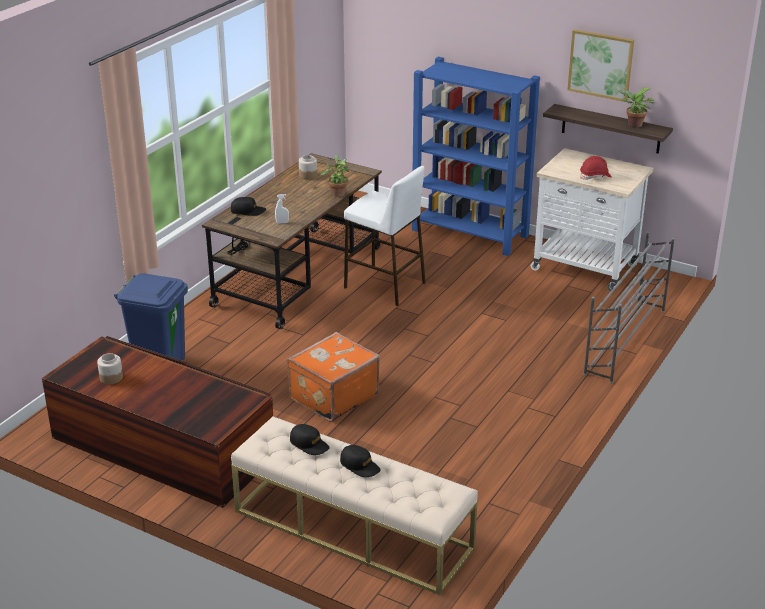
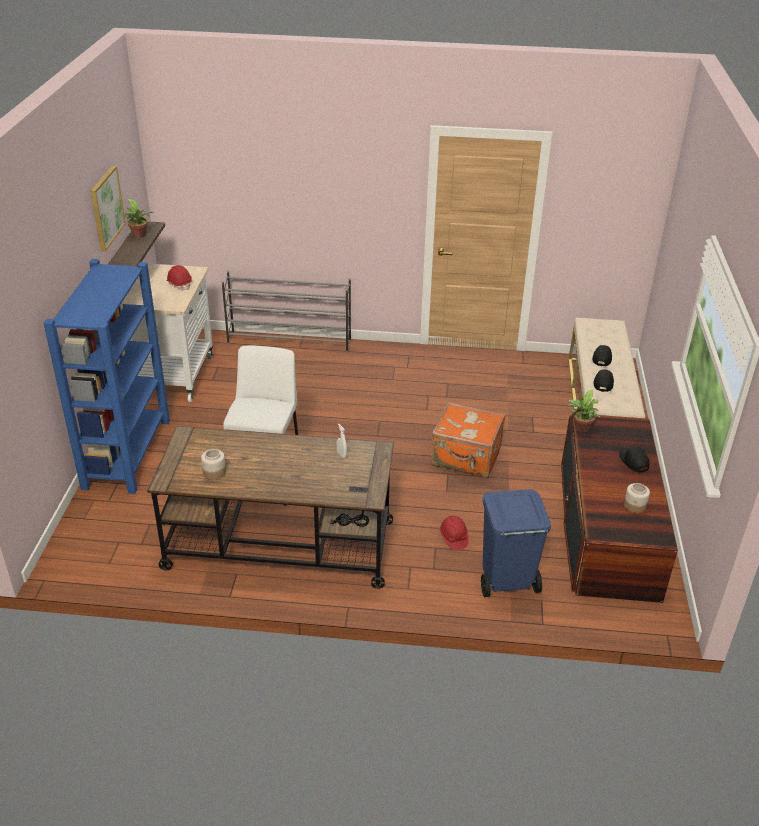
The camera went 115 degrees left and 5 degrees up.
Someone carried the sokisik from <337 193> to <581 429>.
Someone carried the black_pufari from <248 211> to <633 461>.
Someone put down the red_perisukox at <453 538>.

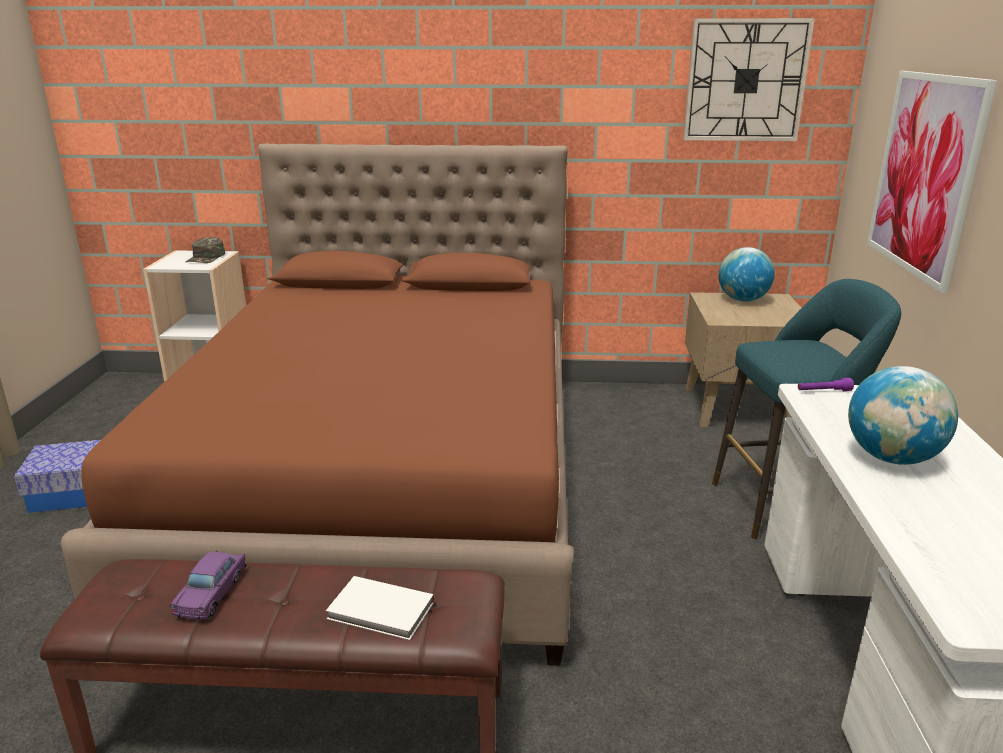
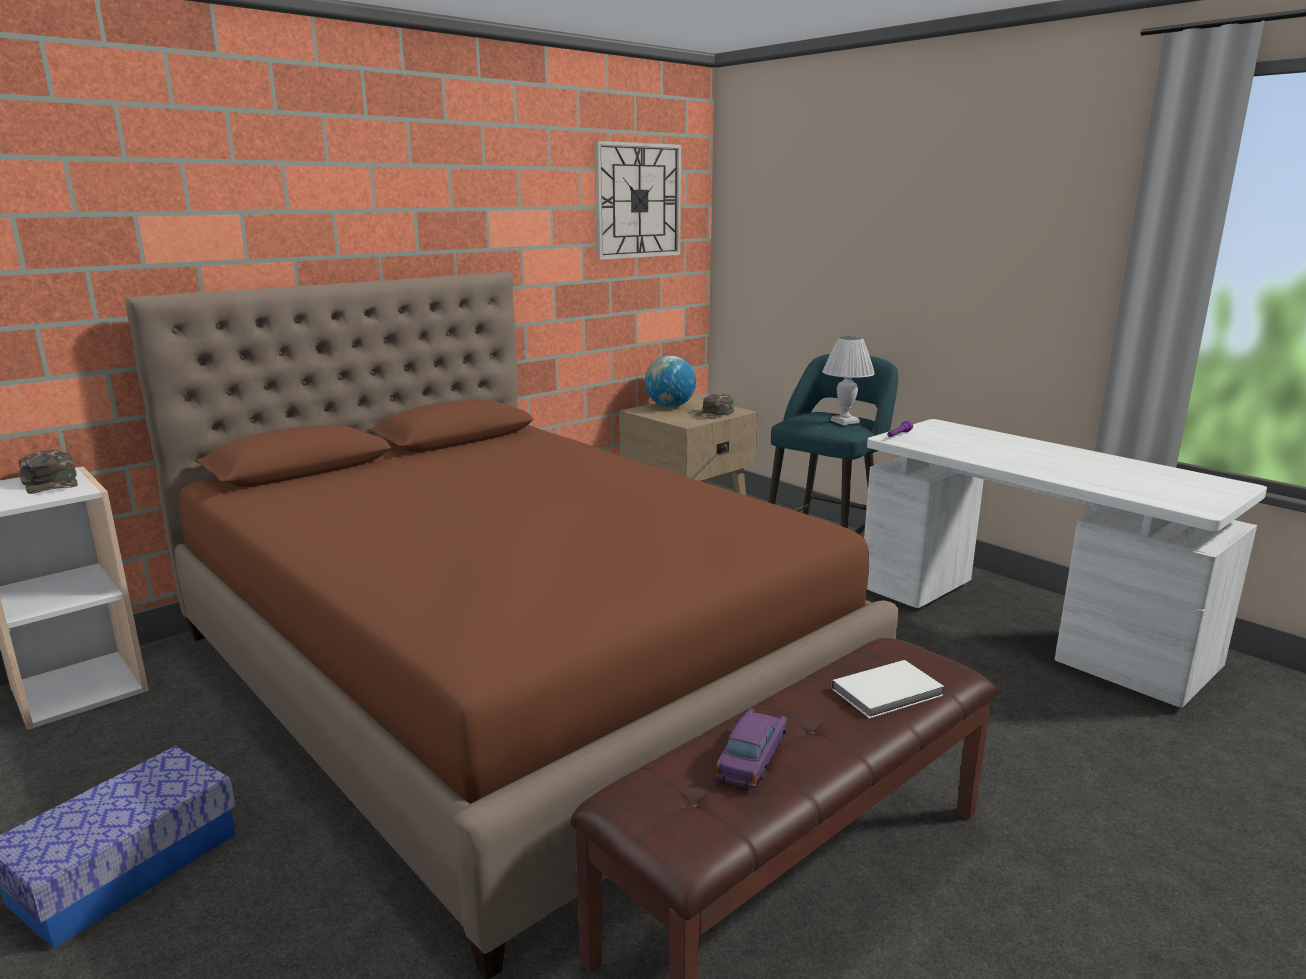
The camera went 45 degrees left and 5 degrees down.
Someone took away the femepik at <924 175>.
Someone took away the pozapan at <892 458>.
Someone rotated the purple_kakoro at <212 593> by 120 degrees counterclockwise.
Someone put down the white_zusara at <844 421>.
Someone put down the green_pufari at <714 414>.

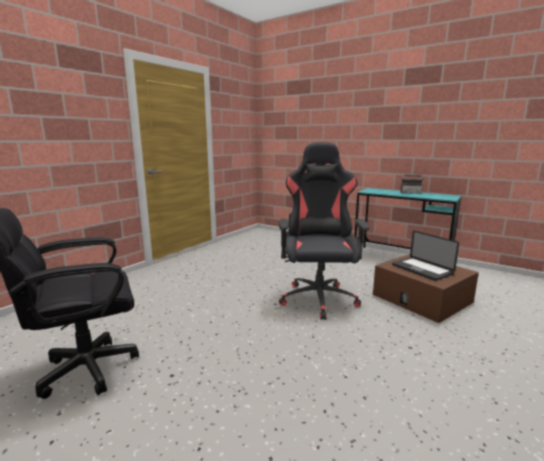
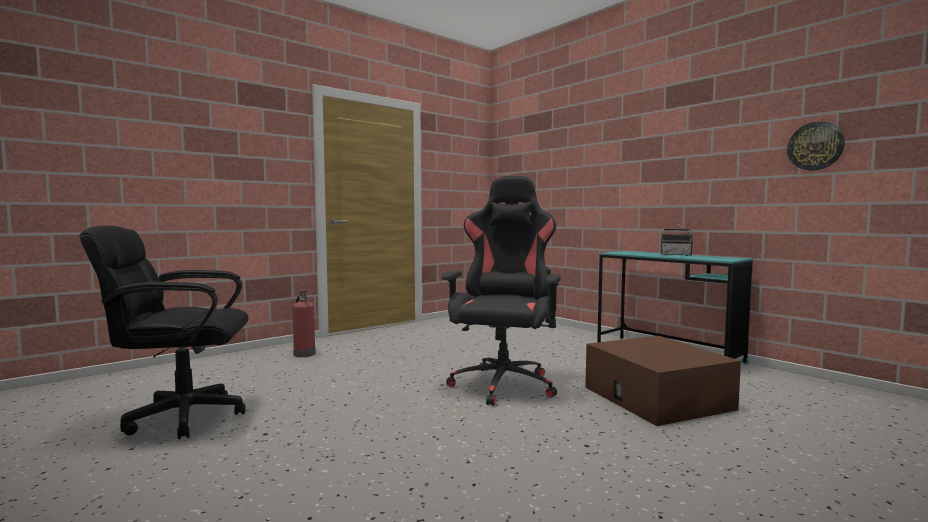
The camera went 15 degrees right and 10 degrees down.
Someone took away the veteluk at <421 269>.
Someone put up the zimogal at <815 146>.
Someone put down the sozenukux at <304 354>.

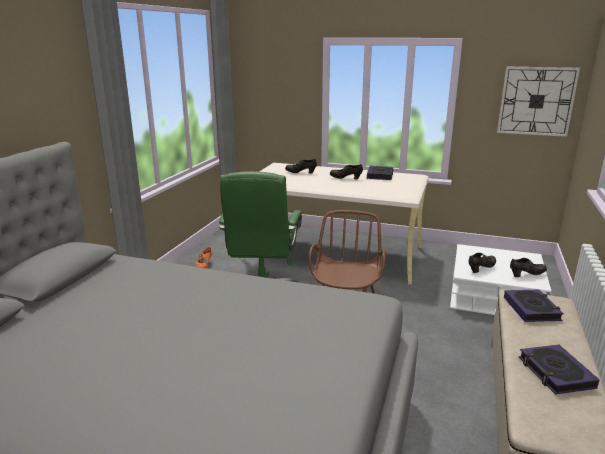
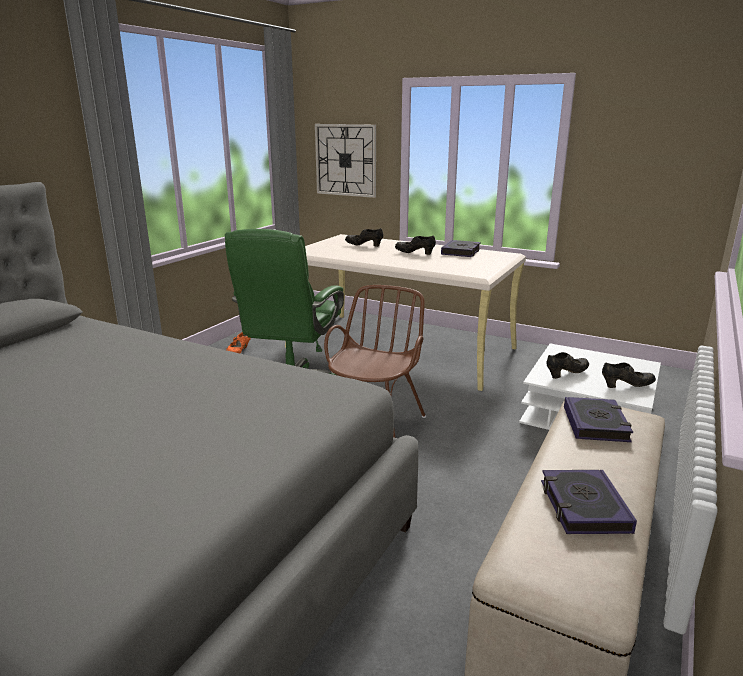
The camera went 10 degrees right and 0 degrees up.
Someone carried the zimogal from <536 101> to <346 160>.

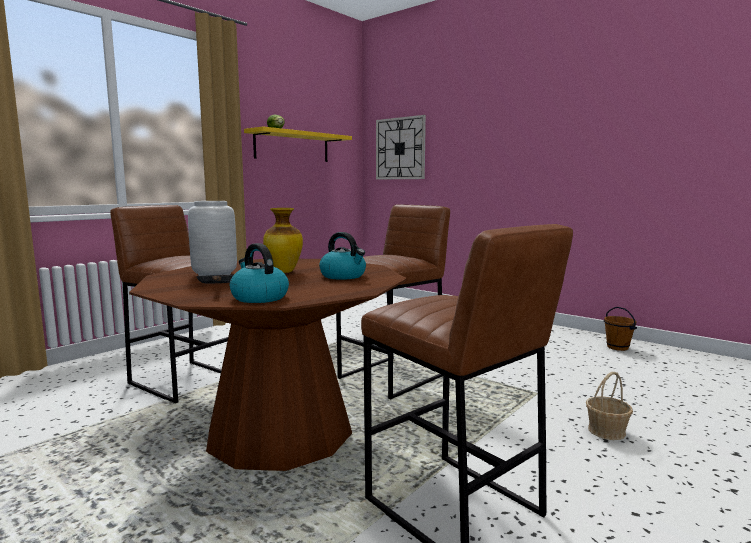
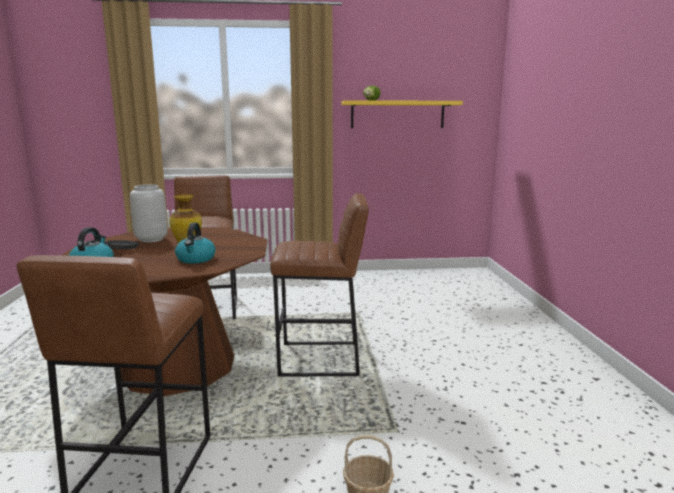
The camera went 45 degrees right and 5 degrees up.
Someone took away the zimogal at <400 148>.
Someone took away the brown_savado at <618 347>.

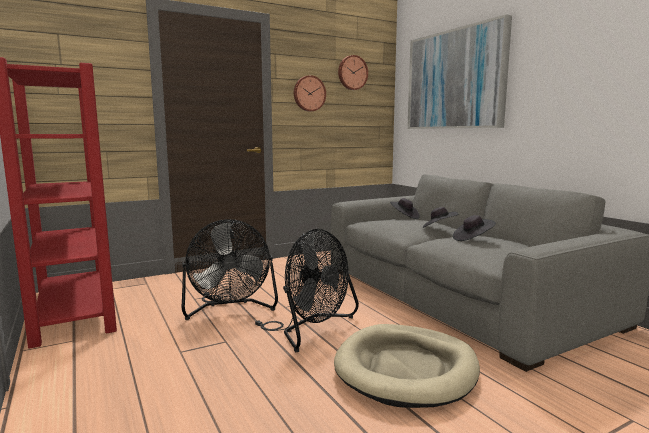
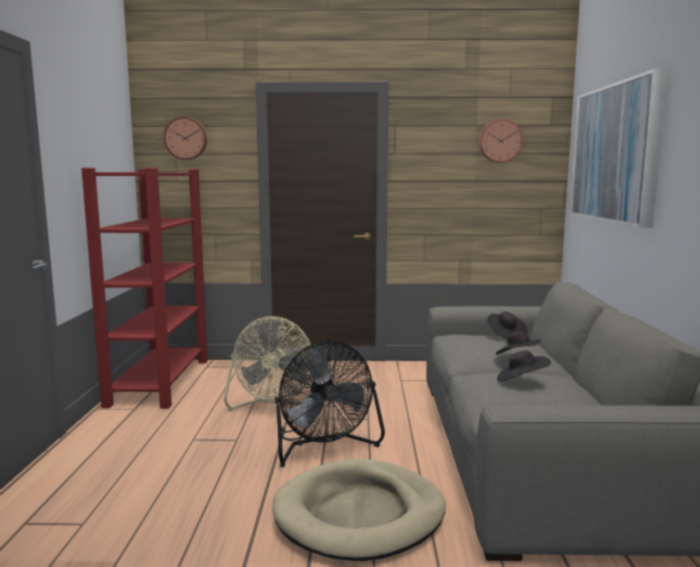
The camera went 30 degrees right and 0 degrees up.
Someone carried the zimogal from <309 93> to <186 138>.
Someone repainted the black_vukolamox at <226 308>, which became the beige_vukolamox at <274 407>.

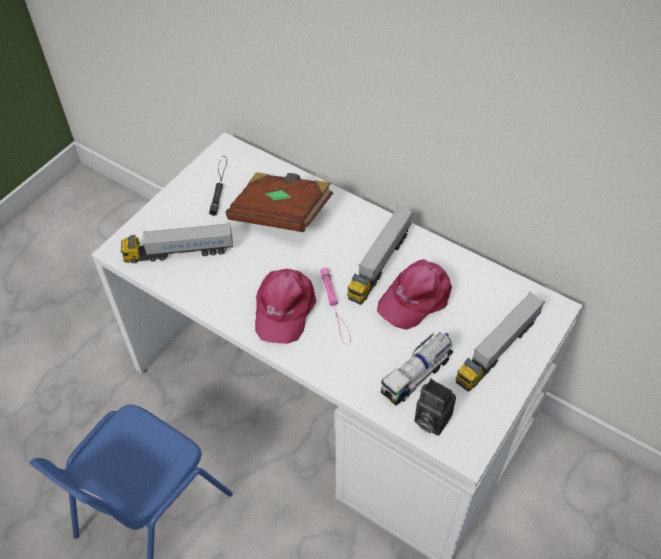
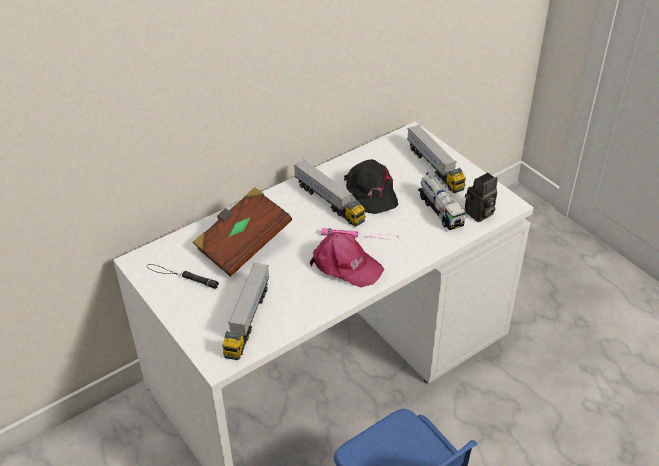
The camera went 70 degrees left and 10 degrees down.
Someone repainted the pink_pufari at <416 297>, which became the black_pufari at <371 192>.

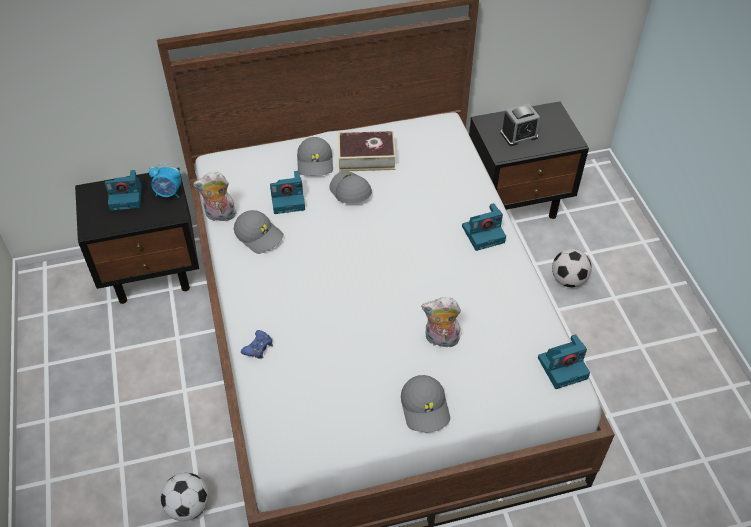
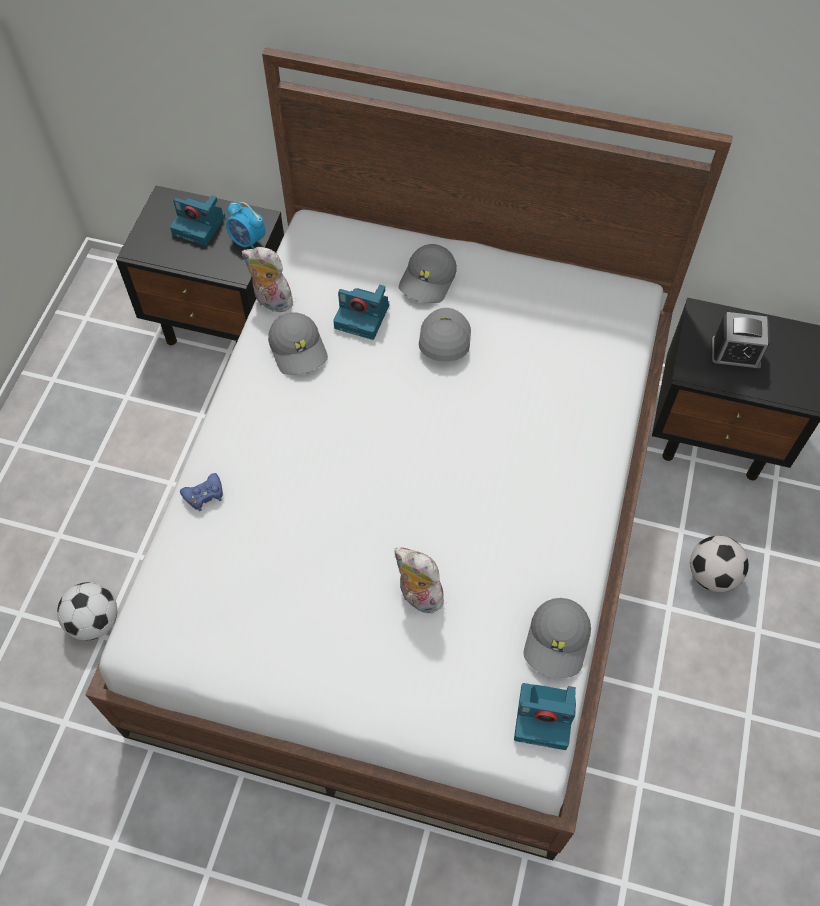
The camera went 30 degrees right and 10 degrees up.
Someone took away the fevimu at <366 157>.
Someone took away the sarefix at <484 233>.
Someone carried the grey_pufari from <426 408> to <558 642>.

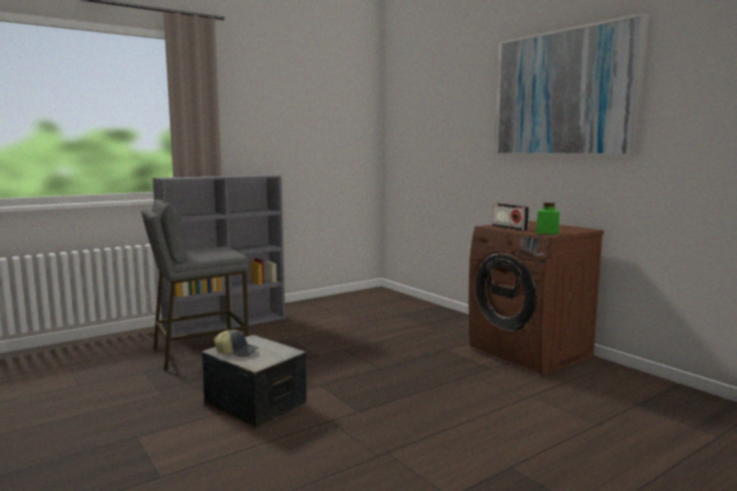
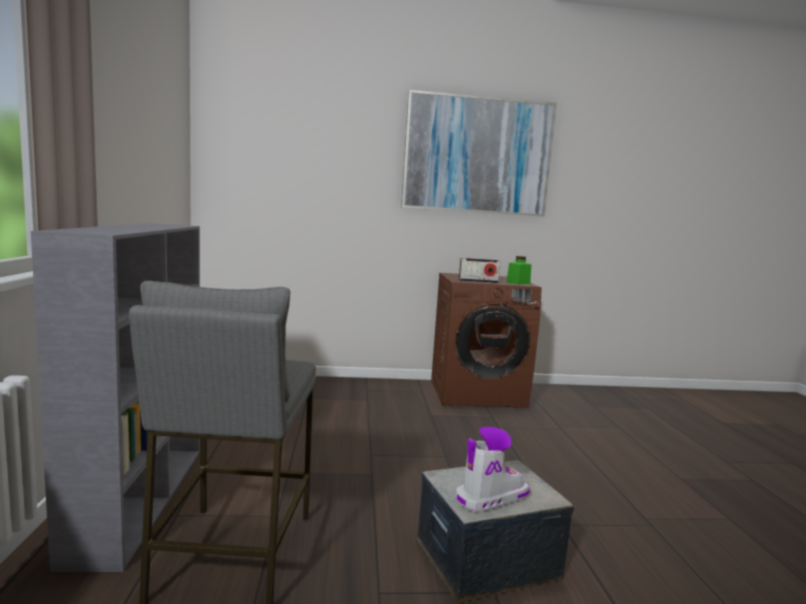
The camera went 60 degrees left and 0 degrees up.
Someone swapped the pufari at <237 352> for the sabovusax at <490 497>.

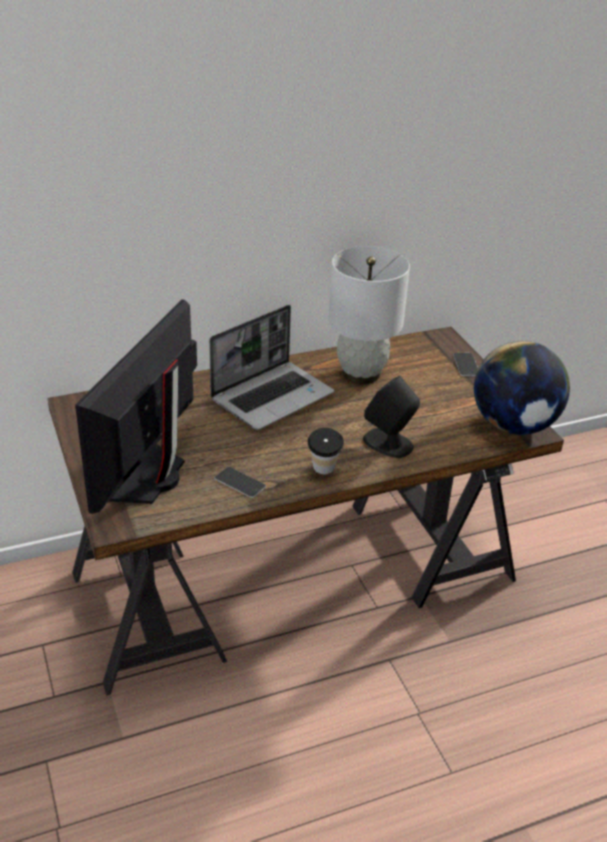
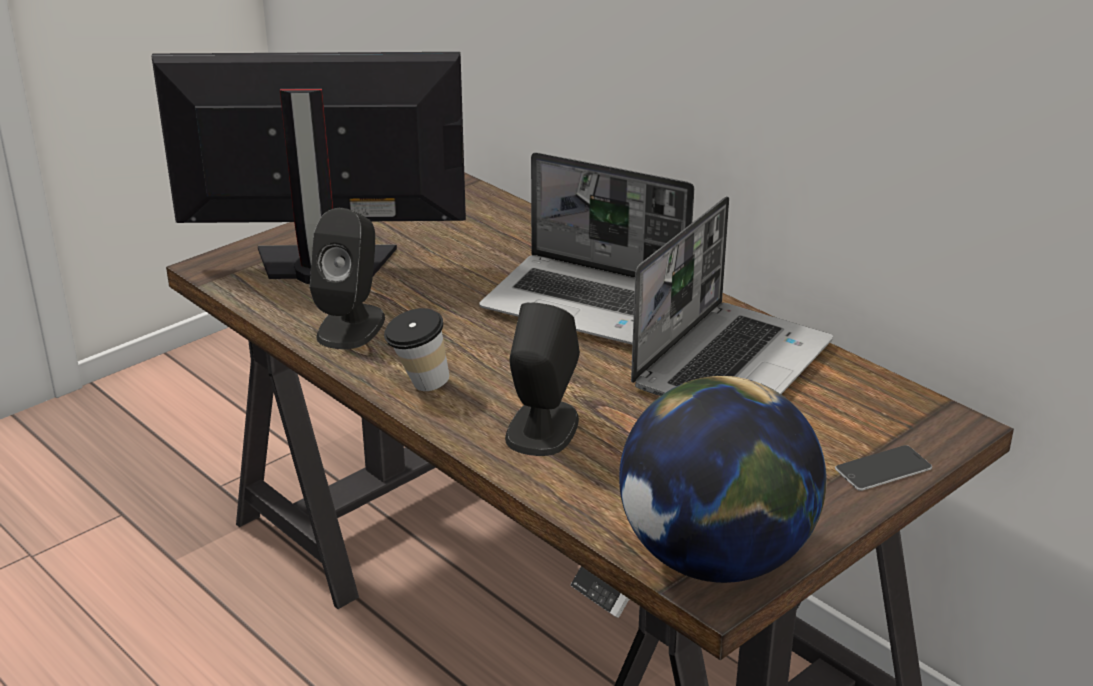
The camera went 70 degrees right and 5 degrees down.
Someone swapped the white_zusara at <360 373> for the veteluk at <731 364>.
Someone swapped the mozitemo at <240 482> for the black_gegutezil at <351 326>.

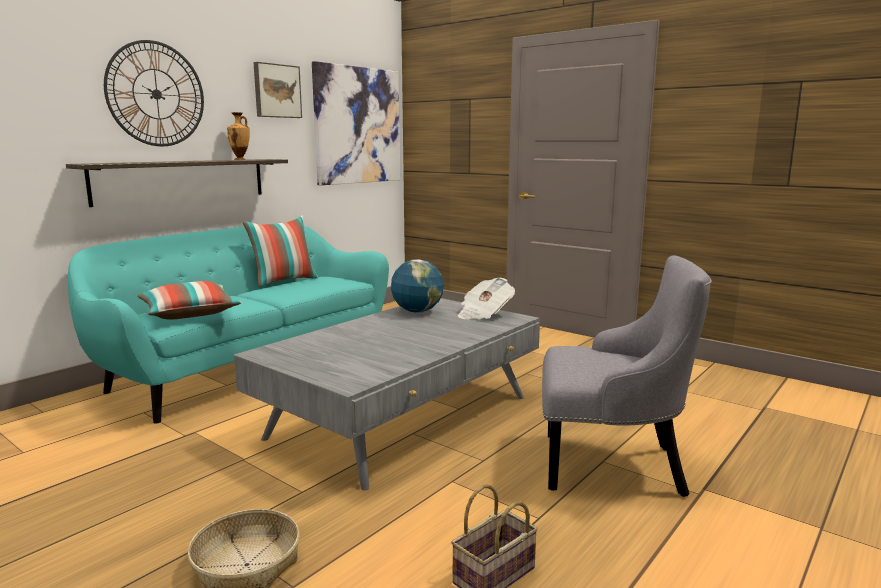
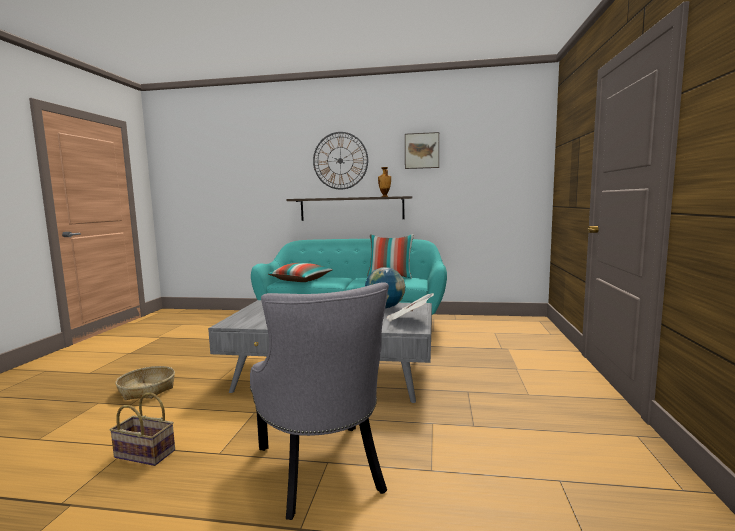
The camera went 60 degrees right and 5 degrees down.
Someone took away the femepik at <358 126>.

